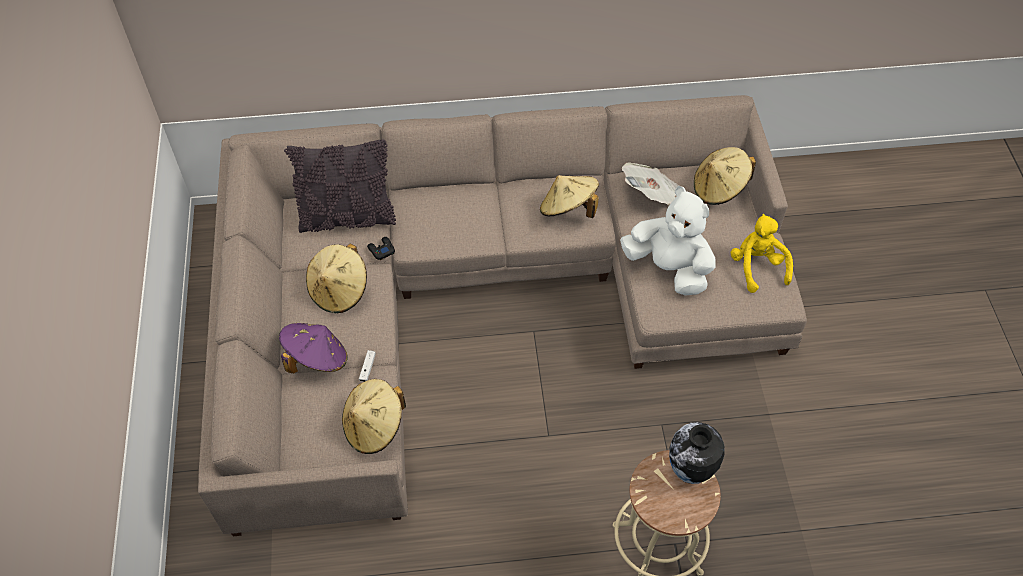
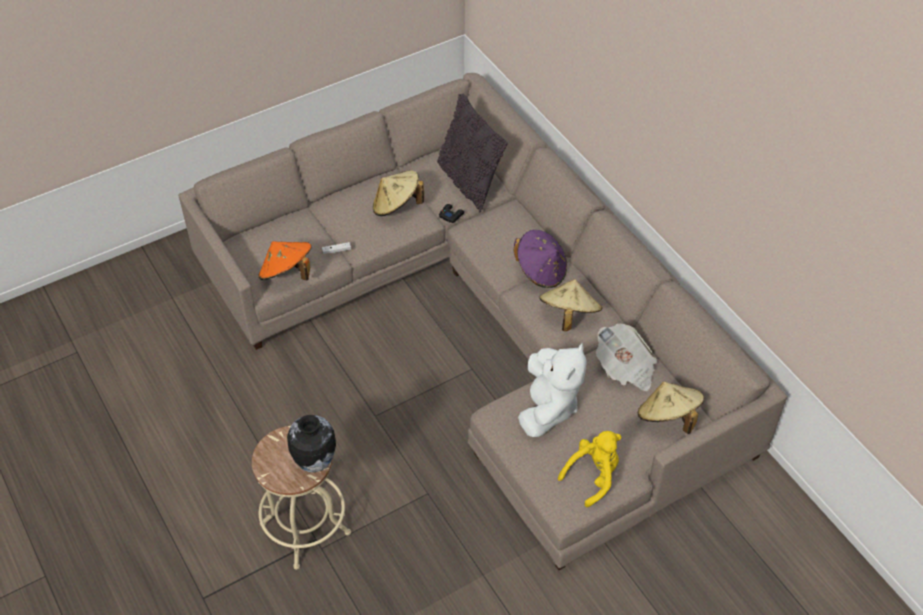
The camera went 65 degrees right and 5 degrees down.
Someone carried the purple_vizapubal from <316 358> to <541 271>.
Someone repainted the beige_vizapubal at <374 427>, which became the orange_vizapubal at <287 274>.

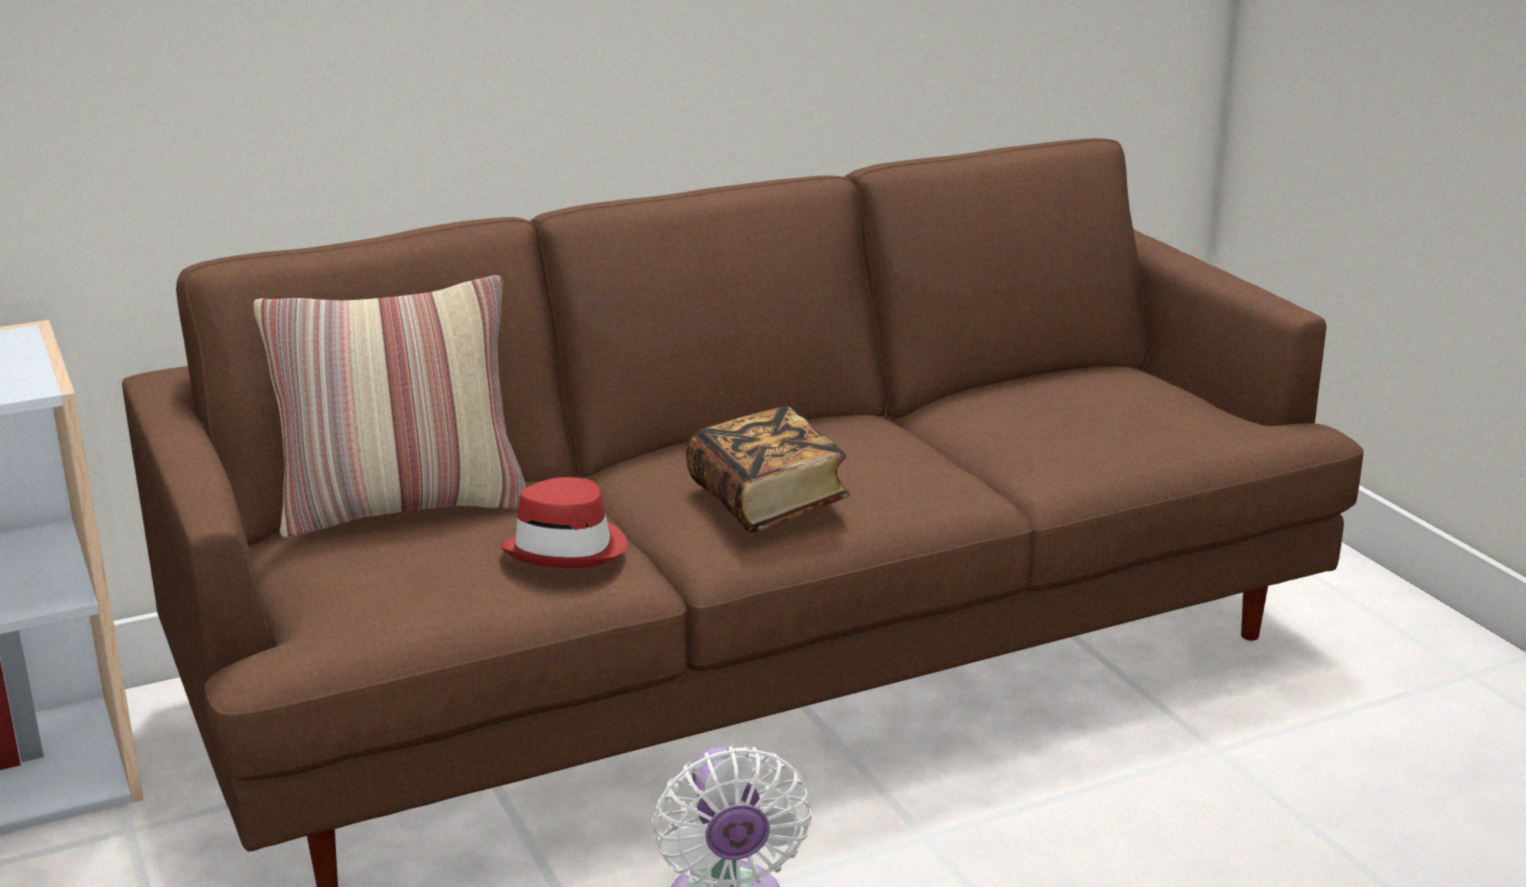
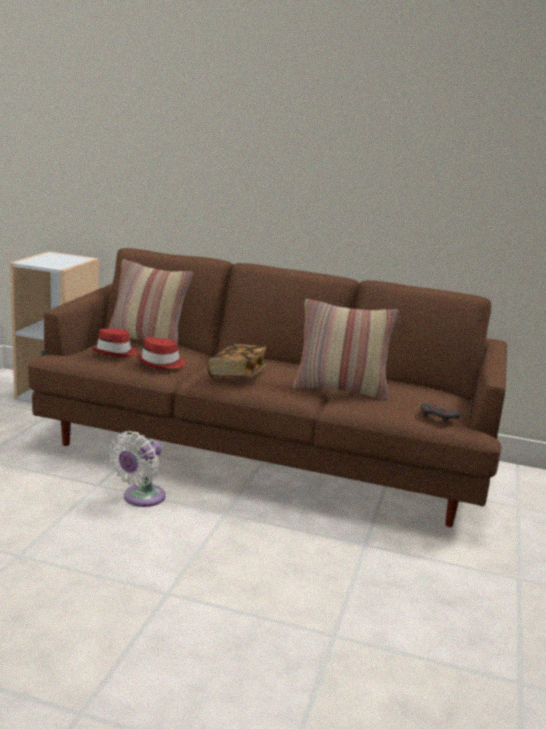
The camera went 40 degrees right and 5 degrees down.
Someone put down the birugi at <341 390>.
Someone put down the red_vizapubal at <115 352>.
Someone put down the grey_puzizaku at <438 416>.

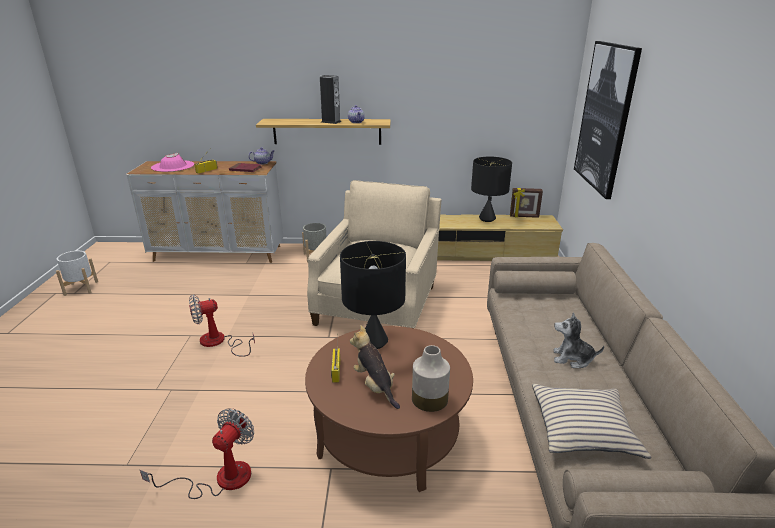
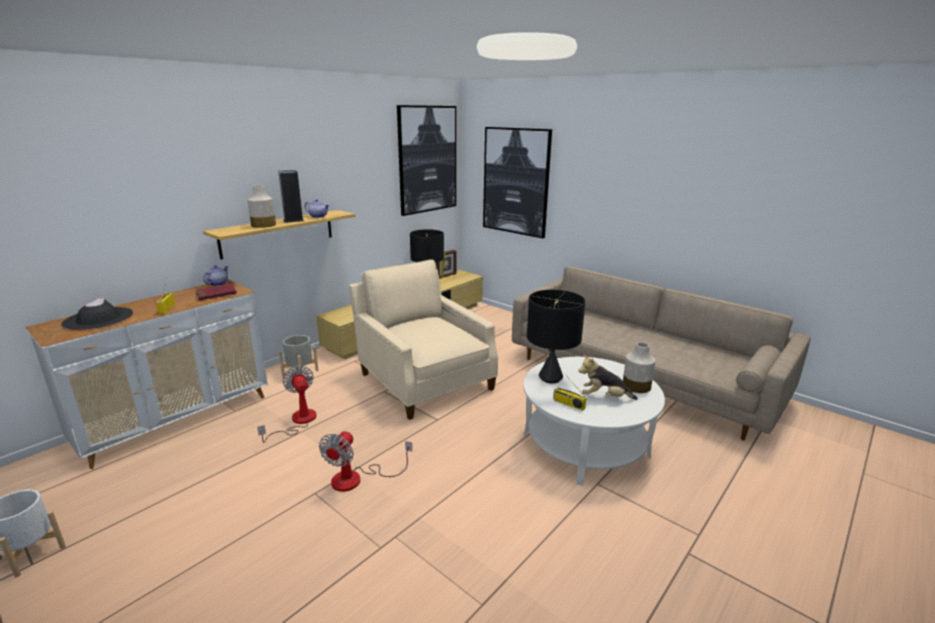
The camera went 50 degrees left and 5 degrees down.
Someone repainted the pink_vizapubal at <173 166>, which became the black_vizapubal at <98 319>.
Someone took away the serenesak at <572 359>.
Someone repainted the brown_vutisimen at <389 434>, which became the white_vutisimen at <585 444>.
Someone took away the beige_birugi at <583 428>.
Someone carried the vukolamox from <220 479> to <297 422>.
Someone put up the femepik at <427 159>.
Someone put down the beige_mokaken at <263 225>.

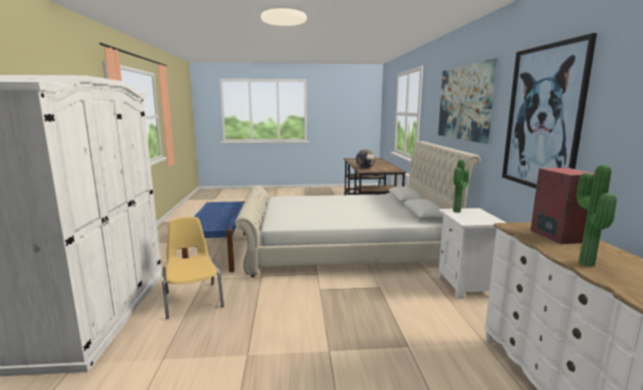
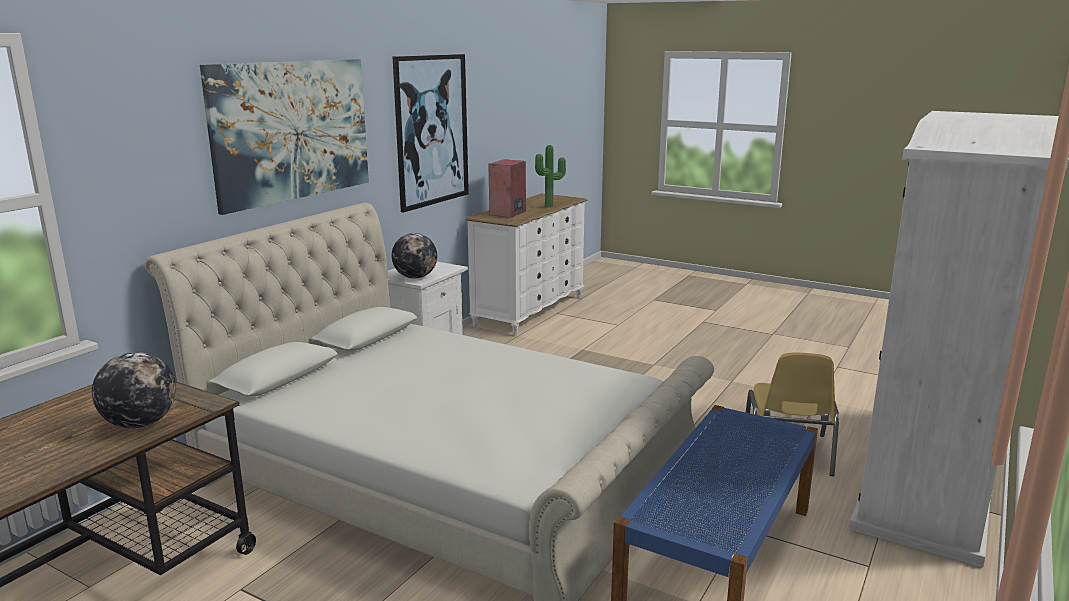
The camera went 145 degrees left and 5 degrees up.
Someone swapped the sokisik at <458 212> for the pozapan at <415 277>.

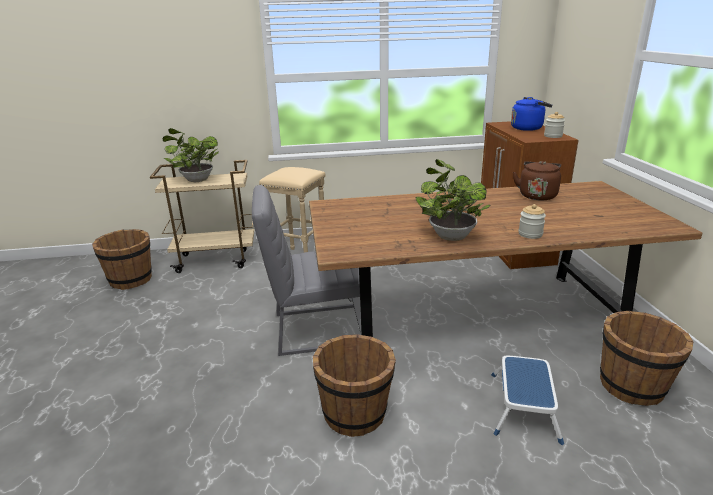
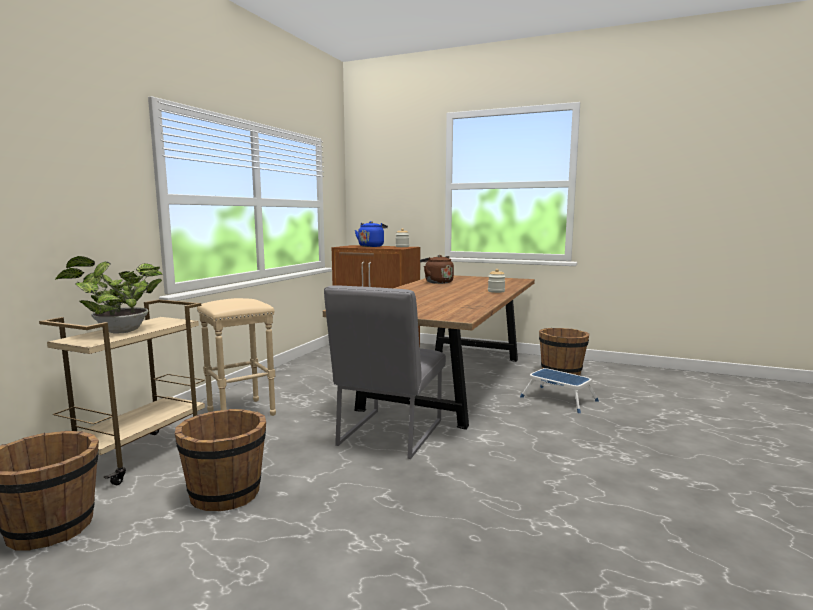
The camera went 60 degrees left and 15 degrees down.
Someone took away the sokisik at <449 235>.
Someone carried the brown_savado from <355 413> to <226 493>.

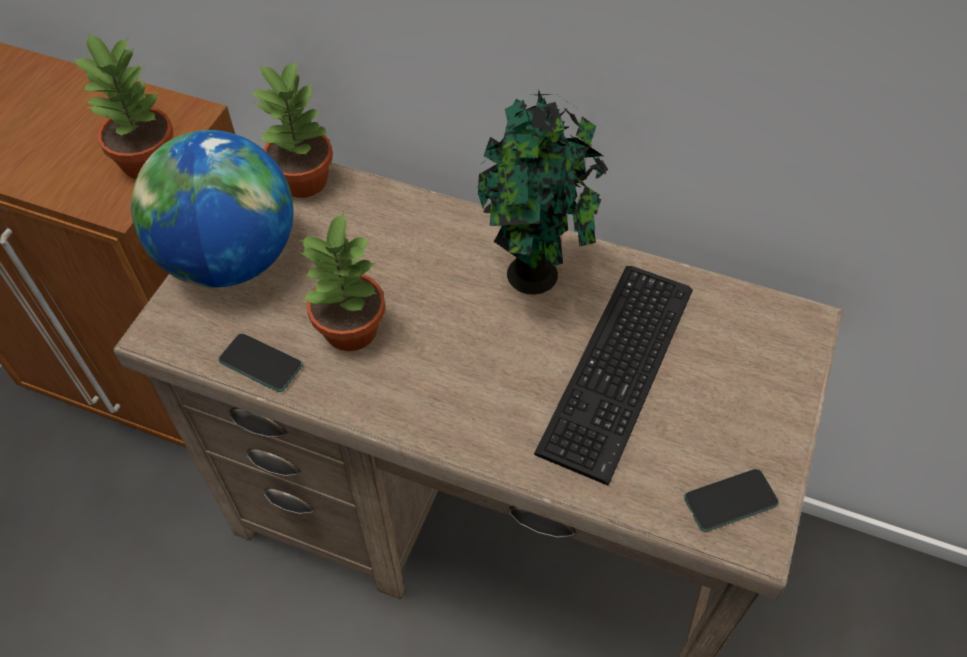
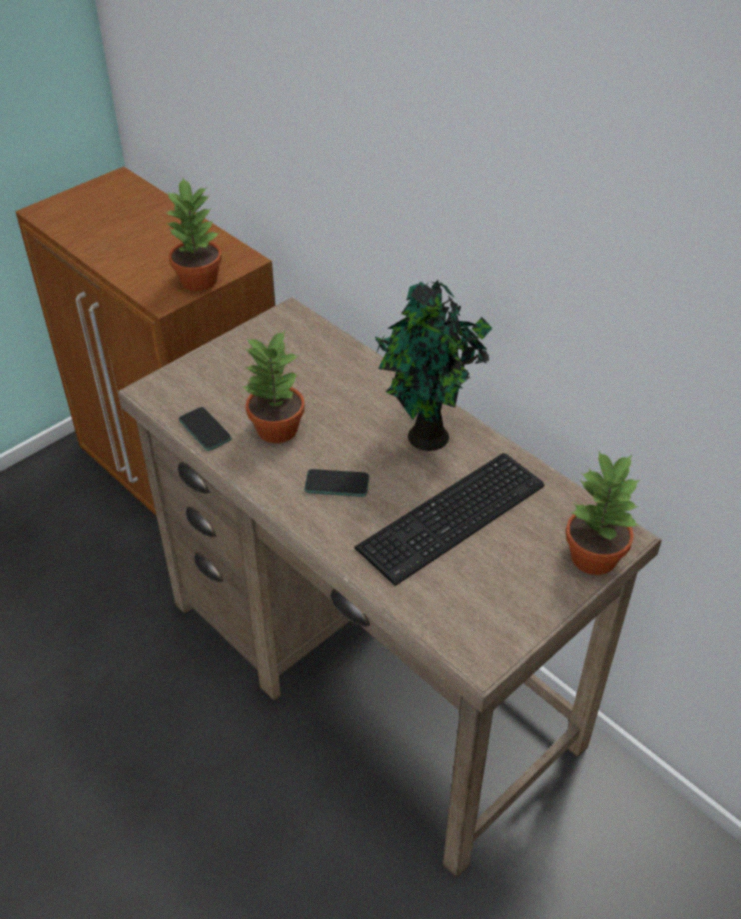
The camera went 25 degrees right and 10 degrees down.
Someone carried the sokisik from <303 179> to <594 556>.
Someone took away the pozapan at <231 259>.
Someone carried the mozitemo from <730 501> to <337 484>.

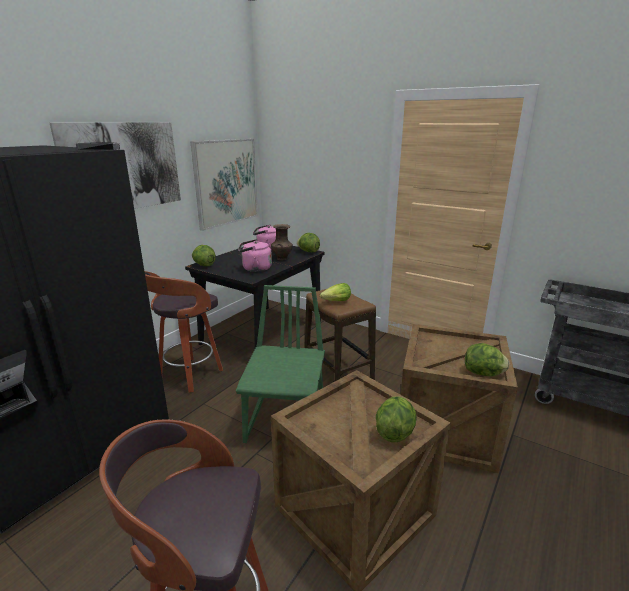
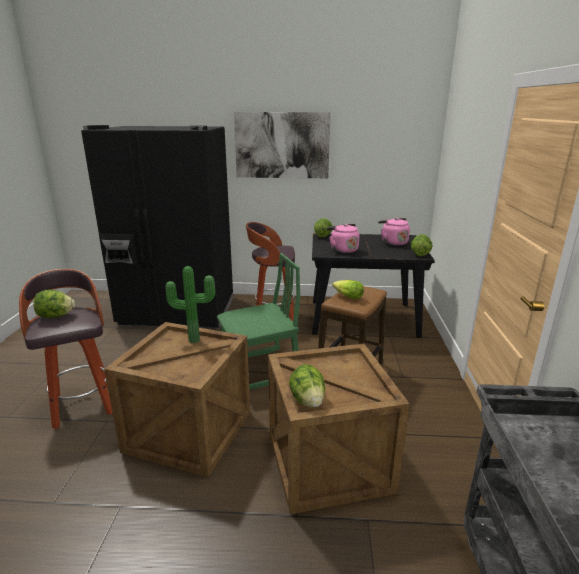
The camera went 60 degrees right and 0 degrees up.
Someone took away the femepik at <226 182>.
Someone took away the brown_mokaken at <282 258>.
Someone carried the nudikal from <394 432> to <56 316>.
Someone put down the sokisik at <194 339>.

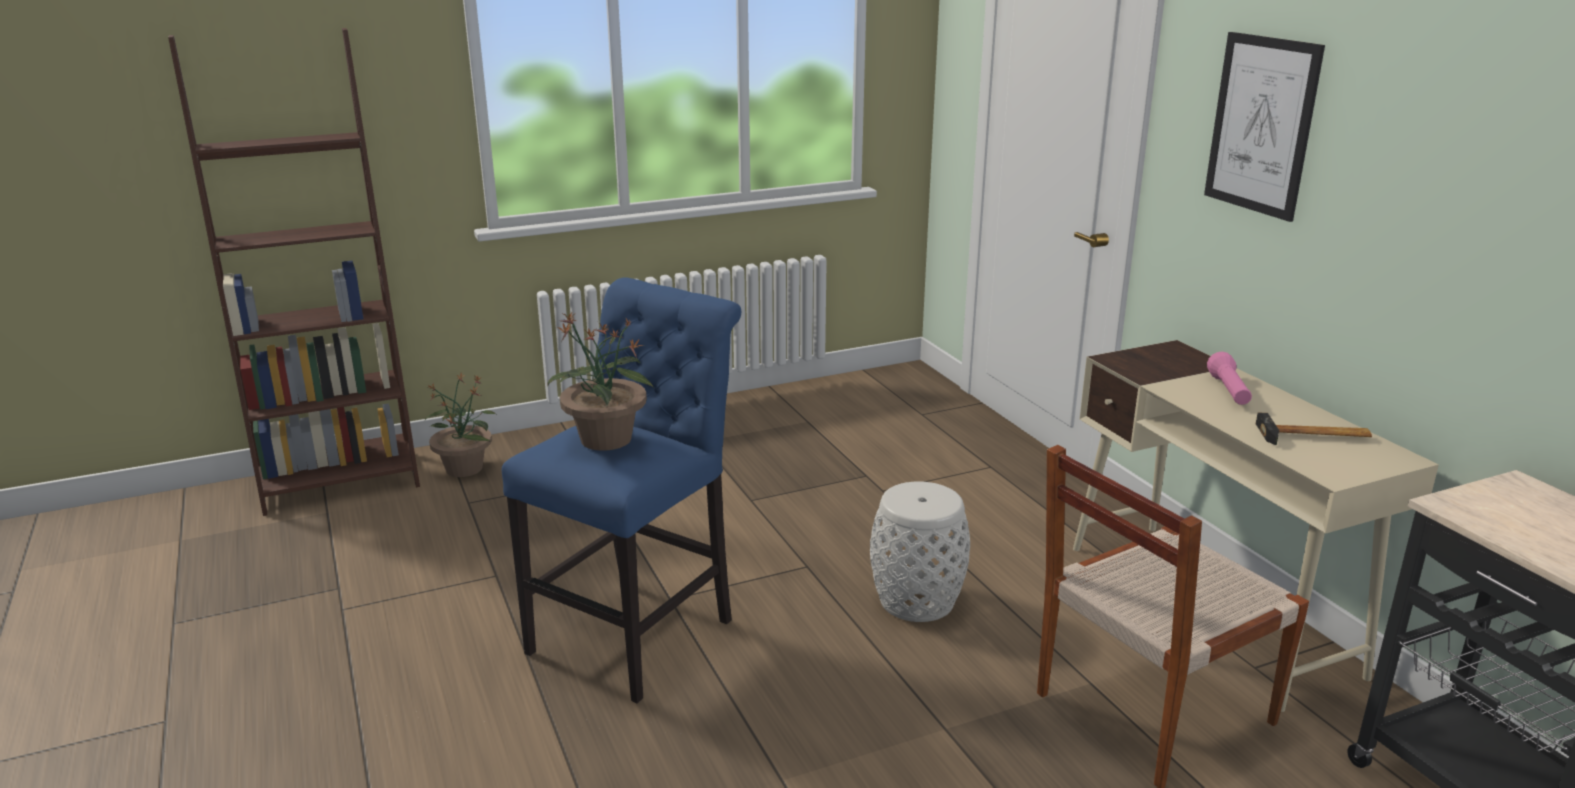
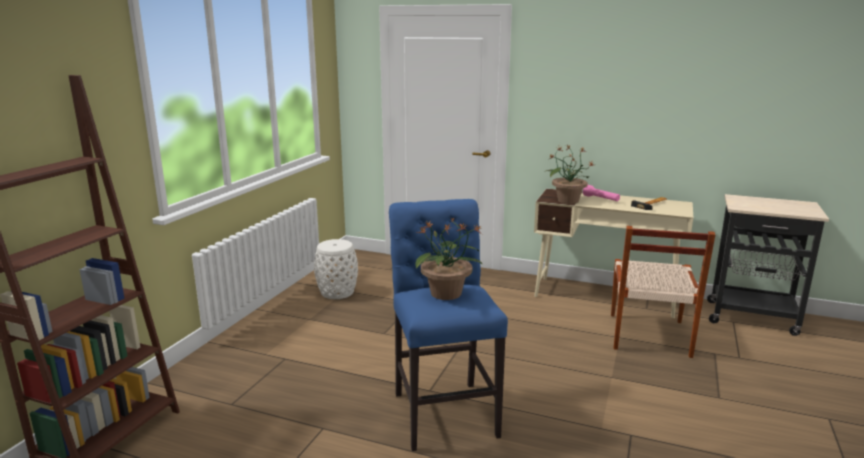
The camera went 45 degrees left and 5 degrees down.
Someone took away the femepik at <1261 125>.
Someone carried the sokisik from <464 468> to <567 200>.
Someone carried the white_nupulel from <916 601> to <337 292>.

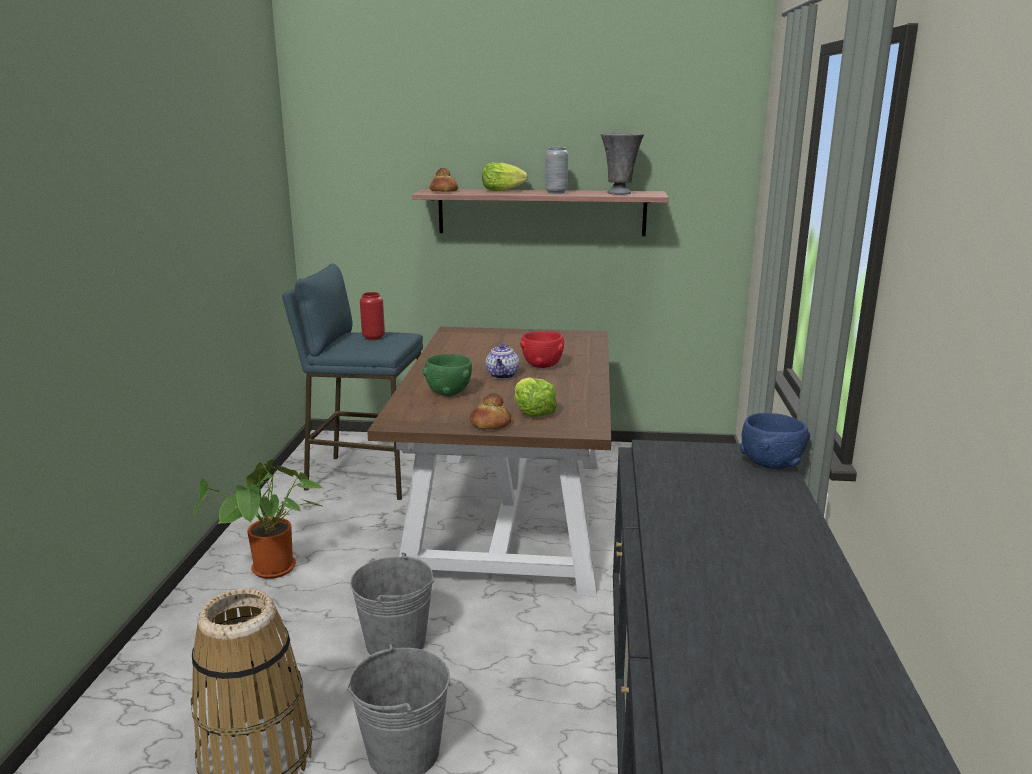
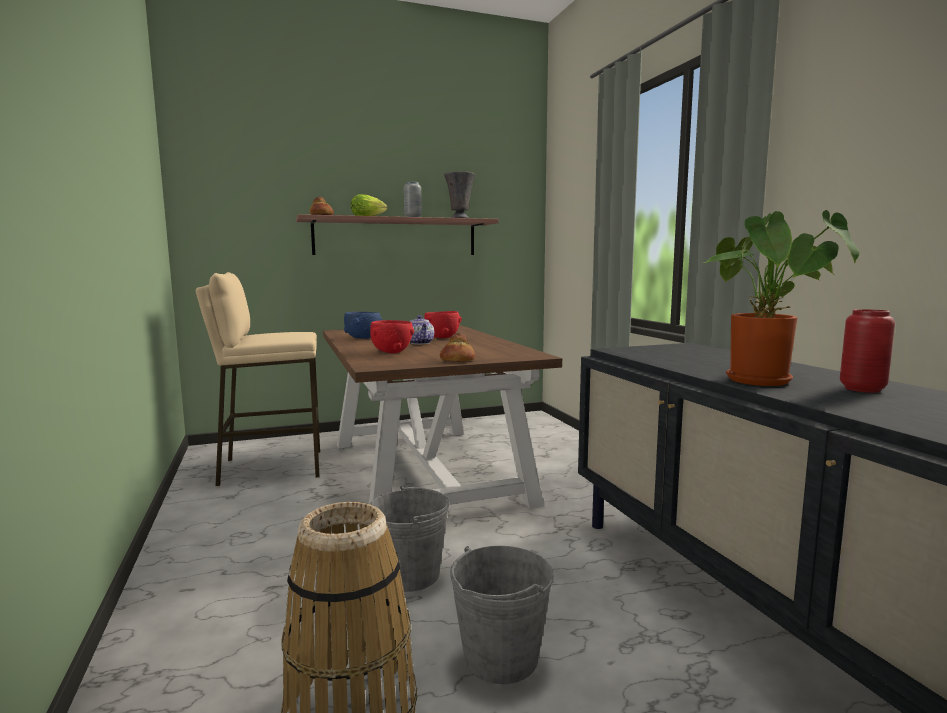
The camera went 25 degrees left and 10 degrees down.
Someone repainted the blue_nupulel at <365 476>, which became the beige_nupulel at <271 467>.
Someone carried the red_mokaken from <373 338> to <862 389>.
Someone repainted the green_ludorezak at <448 393>, which became the red_ludorezak at <392 352>.
Someone took away the nudikal at <533 412>.
Someone carried the blue_ludorezak from <771 464> to <362 338>.
Someone carried the sokisik from <272 572> to <765 382>.

